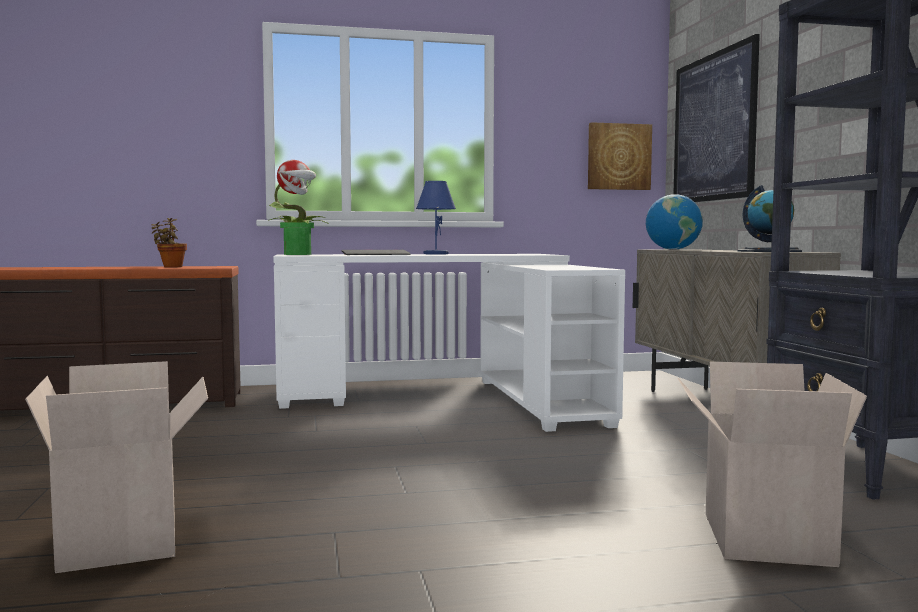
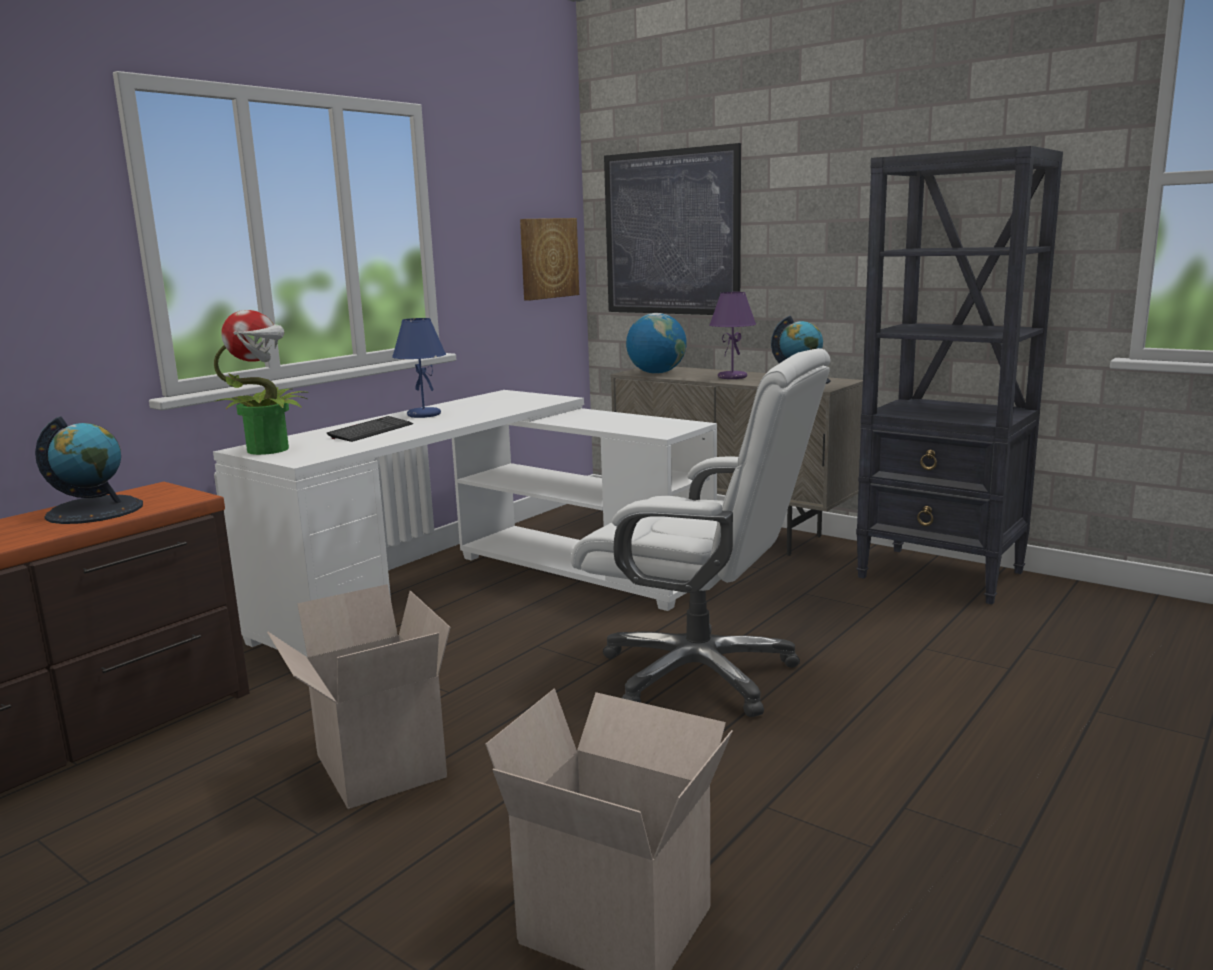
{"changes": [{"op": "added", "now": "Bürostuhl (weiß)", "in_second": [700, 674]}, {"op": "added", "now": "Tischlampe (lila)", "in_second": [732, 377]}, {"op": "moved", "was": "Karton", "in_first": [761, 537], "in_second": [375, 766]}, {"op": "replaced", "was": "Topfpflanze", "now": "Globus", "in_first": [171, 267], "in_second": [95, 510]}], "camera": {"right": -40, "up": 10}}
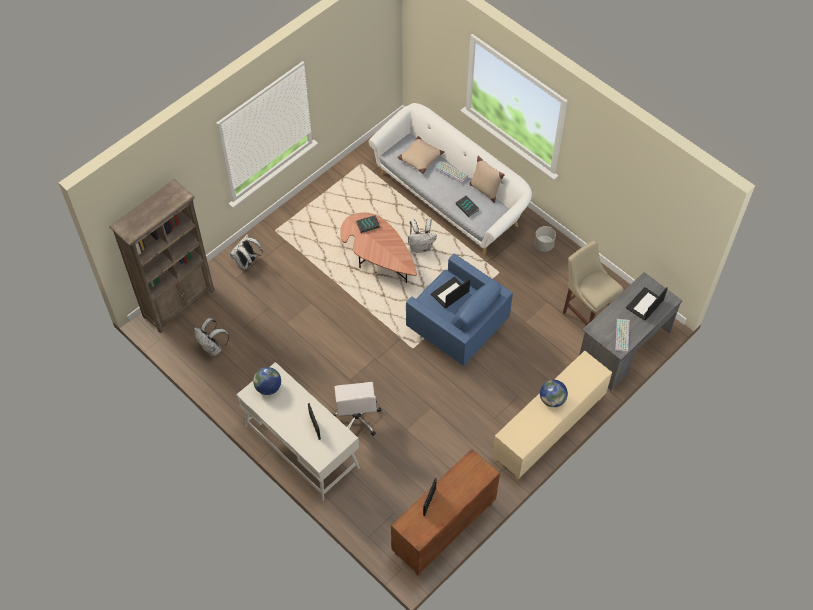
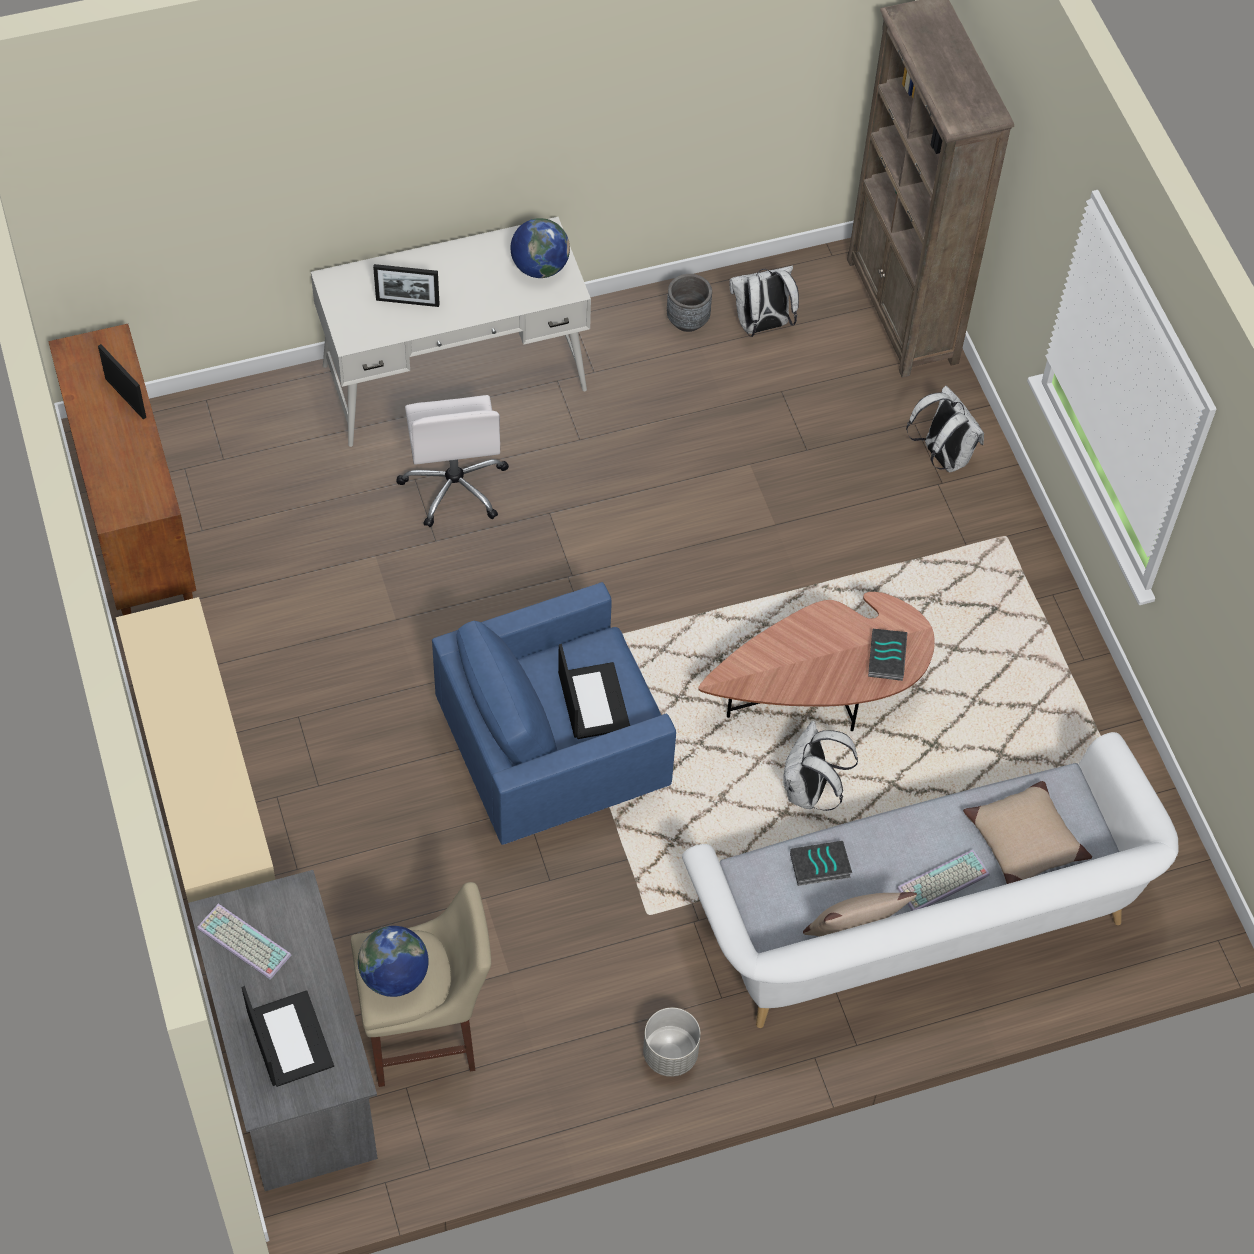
{"changes": [{"op": "added", "now": "Pflanzkübel (grau)", "in_second": [687, 320]}, {"op": "moved", "was": "Globus", "in_first": [552, 399], "in_second": [394, 976]}, {"op": "turned", "was": "Bürostuhl (weiß)", "in_first": [357, 418], "in_second": [455, 486], "clockwise": -120}], "camera": {"right": 115, "up": 0}}
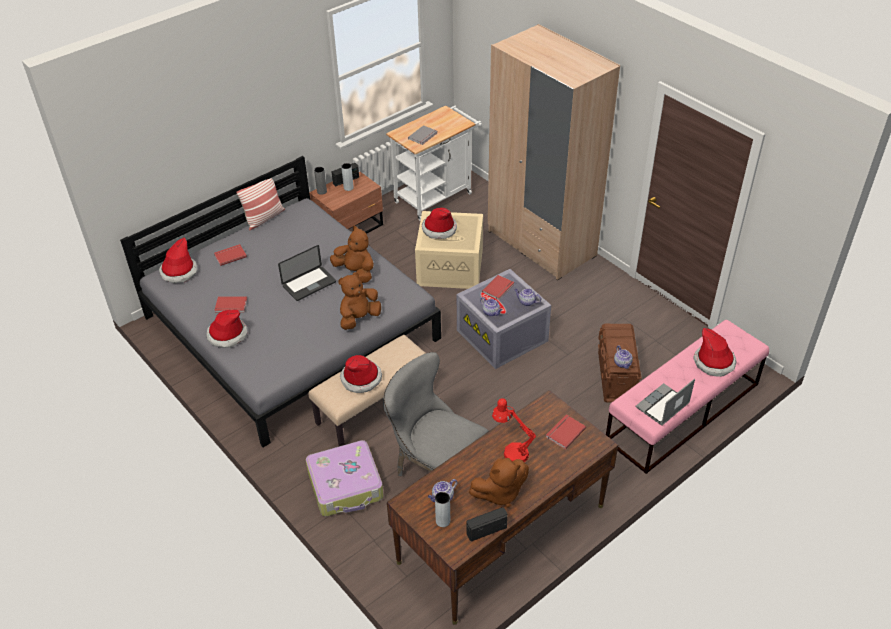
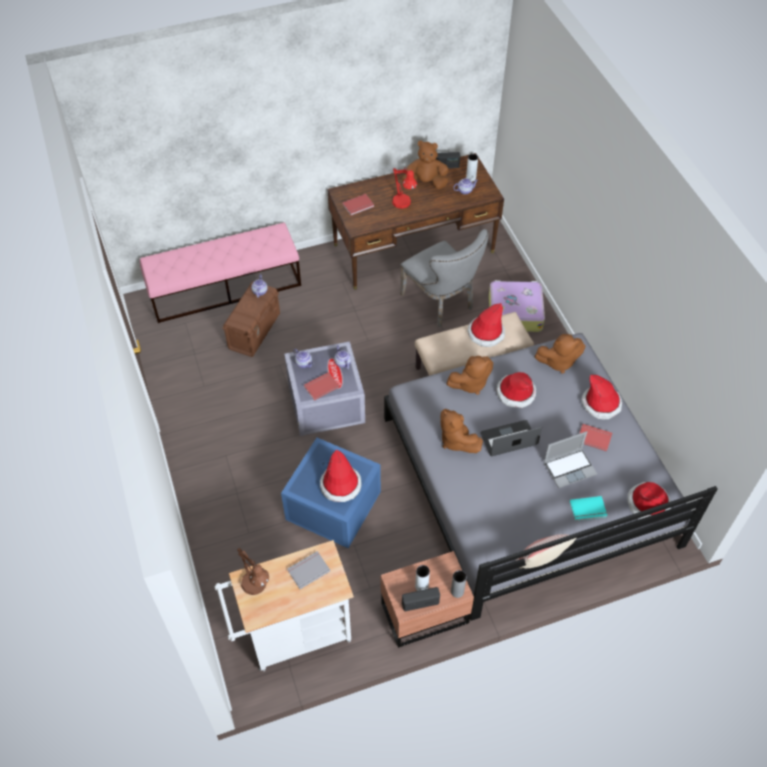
{"changes": [{"op": "removed", "was": "Kleiderschrank (beige)", "in_first": [541, 244]}, {"op": "added", "now": "Tischlampe (braun)", "in_second": [257, 587]}, {"op": "added", "now": "Plüschtier (braun)", "in_second": [558, 361]}, {"op": "moved", "was": "Laptop", "in_first": [662, 406], "in_second": [569, 468]}, {"op": "moved", "was": "Hut", "in_first": [714, 362], "in_second": [515, 393]}, {"op": "recoloured", "was": "Buch (rot)", "now": "Buch (türkis)", "in_first": [230, 255], "in_second": [588, 510]}, {"op": "recoloured", "was": "Aufbewahrungsbox (beige)", "now": "Aufbewahrungsbox (blau)", "in_first": [451, 266], "in_second": [331, 506]}], "camera": {"right": -160, "up": 10}}
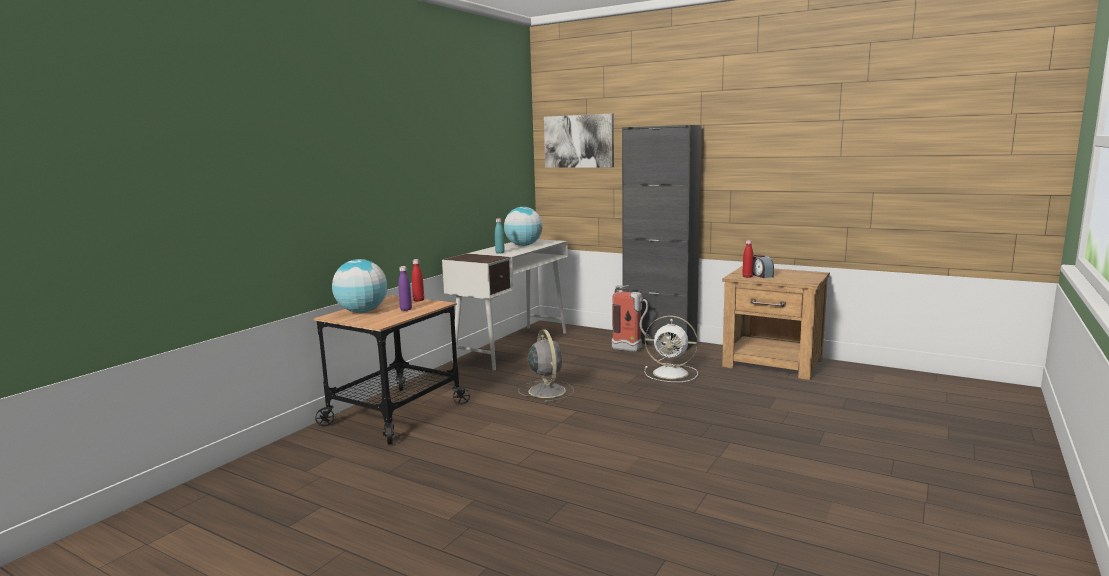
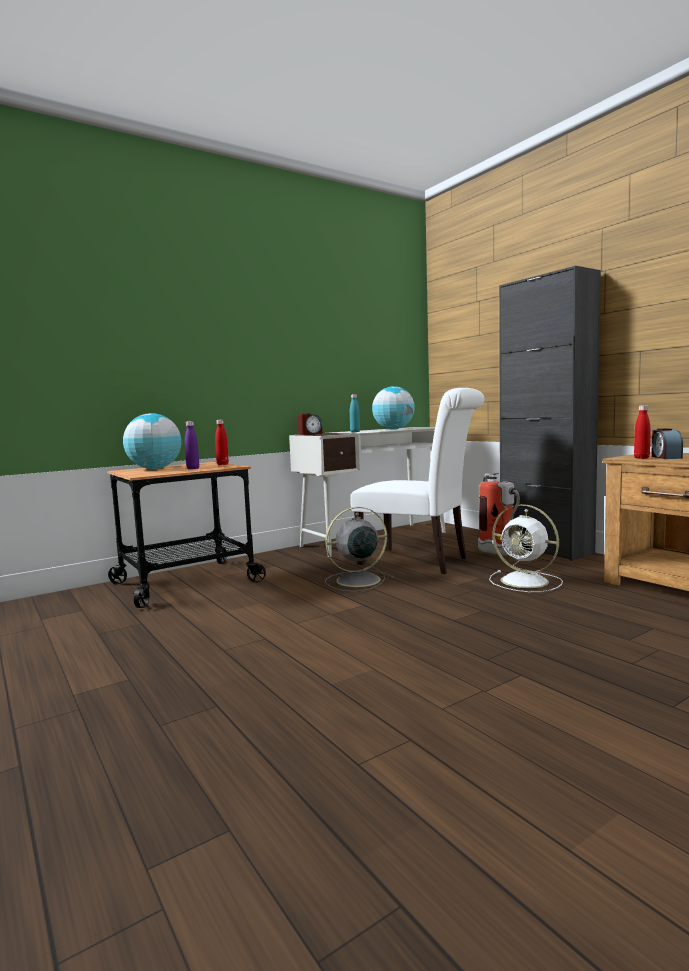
{"changes": [{"op": "removed", "was": "Bild", "in_first": [579, 141]}, {"op": "added", "now": "Wecker", "in_second": [309, 434]}, {"op": "added", "now": "Stuhl (weiß)", "in_second": [420, 561]}, {"op": "turned", "was": "Ventilator (grau)", "in_first": [546, 390], "in_second": [356, 581], "clockwise": -120}], "camera": {"right": 25, "up": -5}}
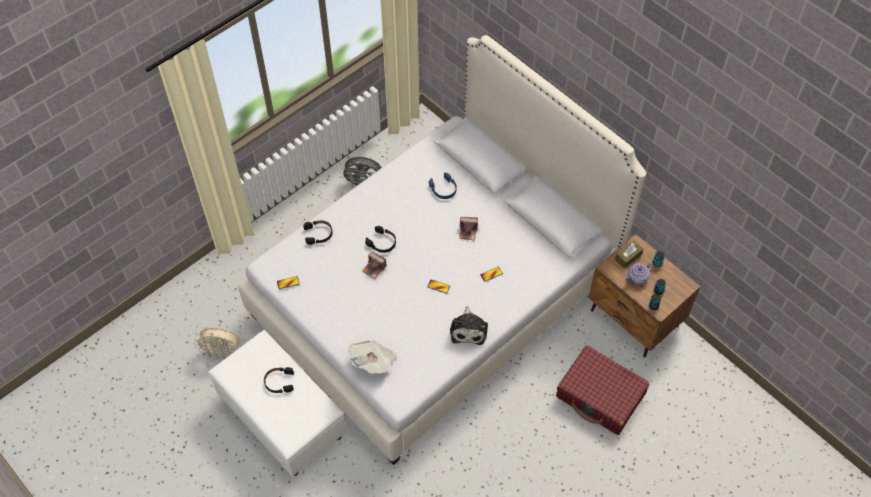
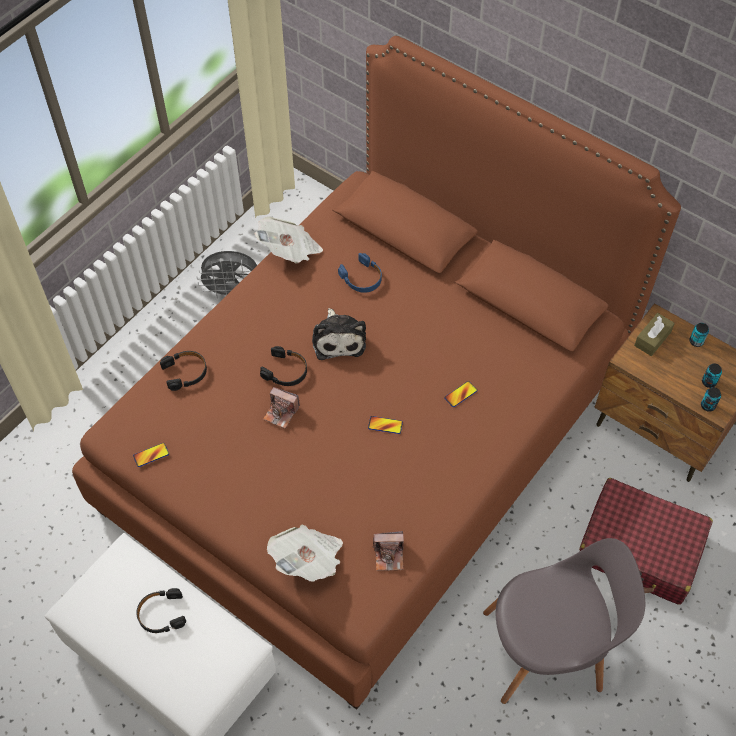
{"changes": [{"op": "removed", "was": "Ventilator (beige)", "in_first": [223, 353]}, {"op": "removed", "was": "Teekanne", "in_first": [637, 278]}, {"op": "added", "now": "Zeitung", "in_second": [290, 251]}, {"op": "added", "now": "Stuhl (grau)", "in_second": [548, 649]}, {"op": "moved", "was": "Plüschtier", "in_first": [468, 329], "in_second": [338, 338]}, {"op": "moved", "was": "Kamera", "in_first": [468, 232], "in_second": [389, 555]}, {"op": "recoloured", "was": "Bett (weiß)", "now": "Bett (braun)", "in_first": [435, 294], "in_second": [367, 436]}], "camera": {"right": -10, "up": 0}}
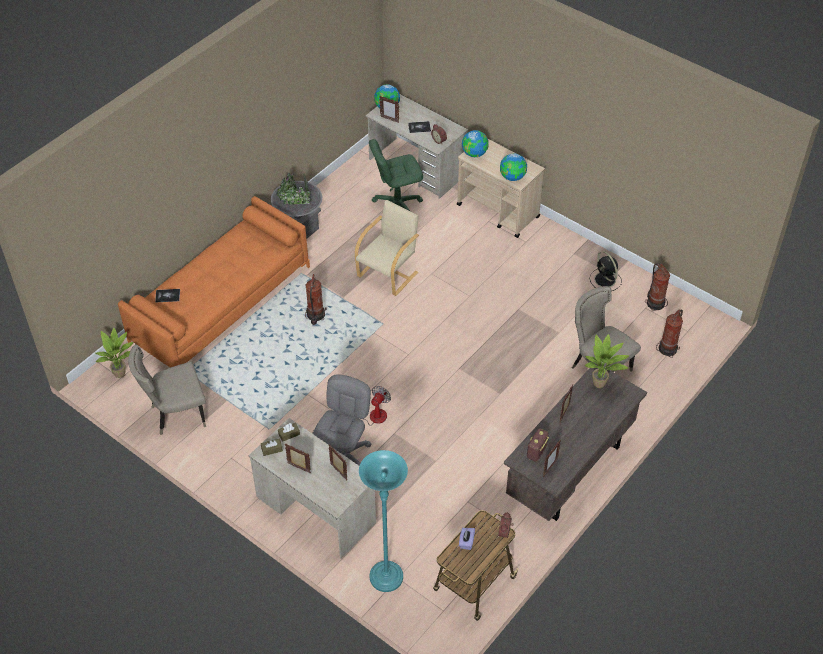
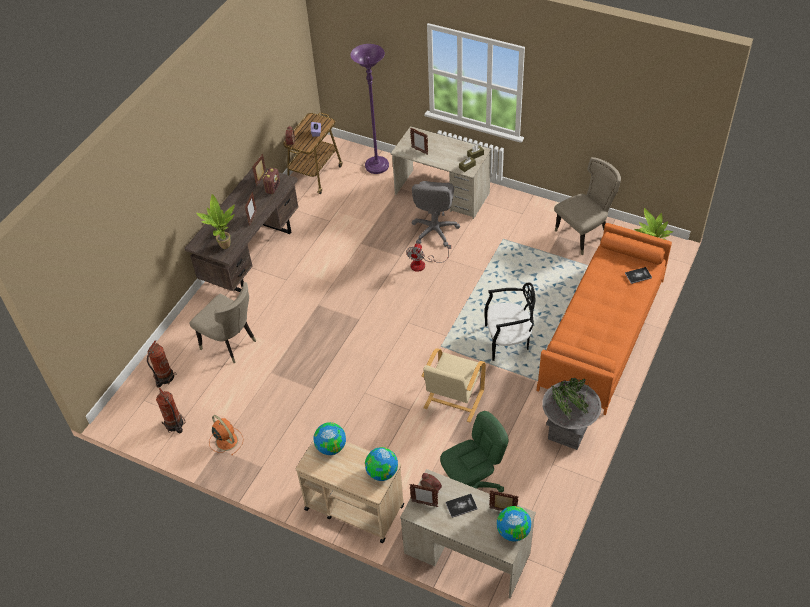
{"changes": [{"op": "moved", "was": "Bilderrahmen", "in_first": [299, 468], "in_second": [424, 504]}, {"op": "replaced", "was": "Feuerlöscher", "now": "Stuhl (schwarz)", "in_first": [315, 315], "in_second": [508, 341]}, {"op": "recoloured", "was": "Stehlampe (türkis)", "now": "Stehlampe (lila)", "in_first": [386, 577], "in_second": [377, 166]}, {"op": "recoloured", "was": "Ventilator (schwarz)", "now": "Ventilator (orange)", "in_first": [605, 280], "in_second": [226, 440]}], "camera": {"right": 170, "up": 0}}
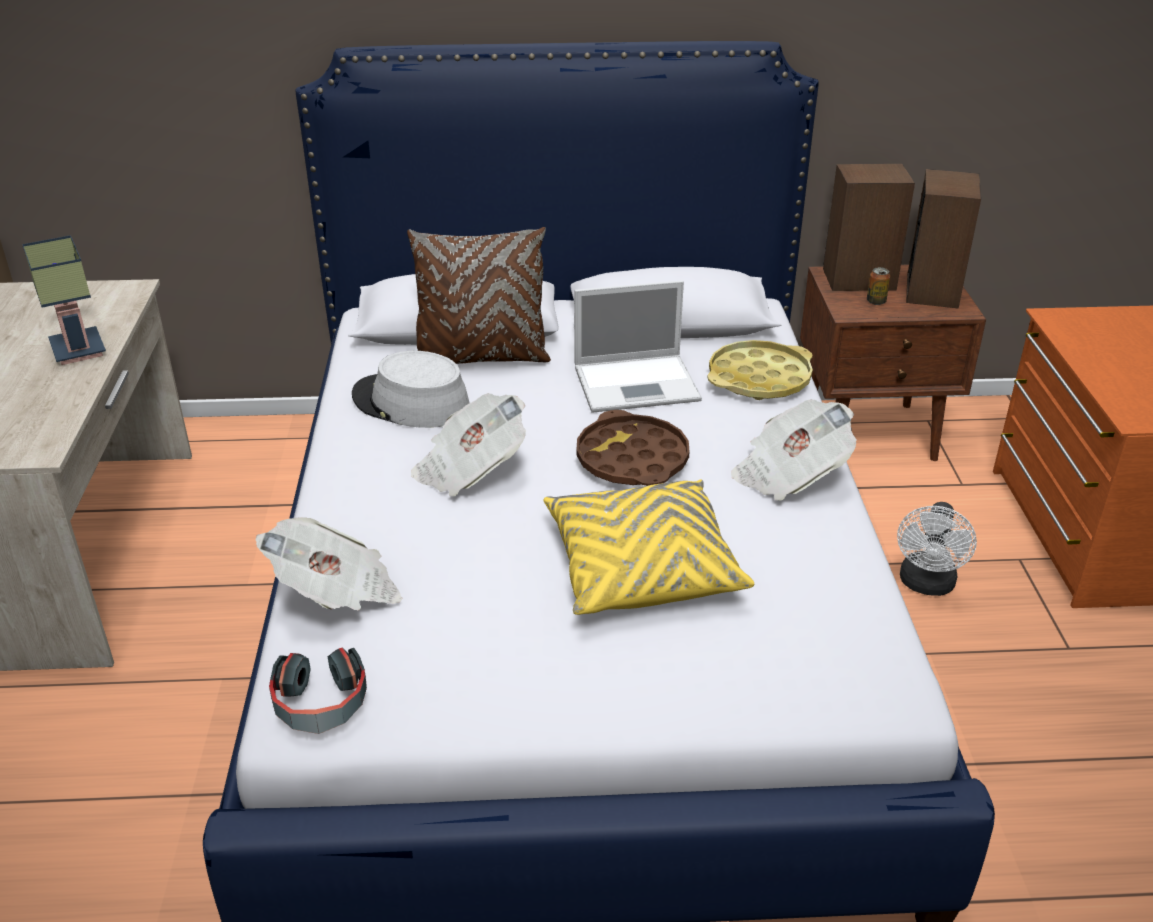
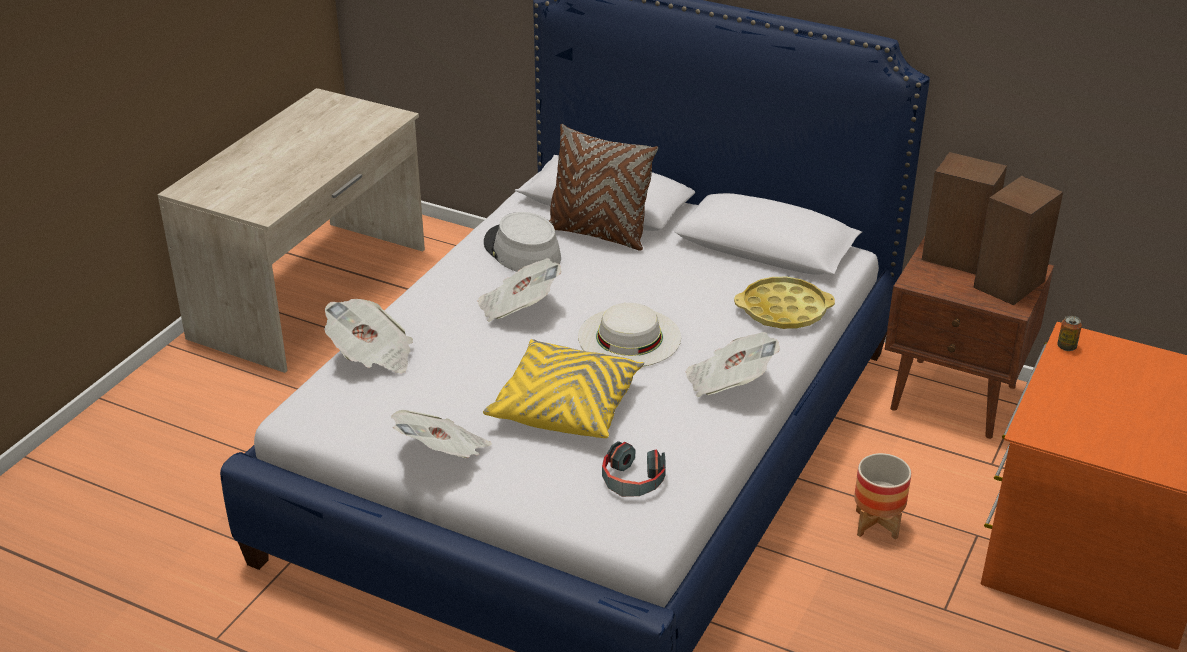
{"changes": [{"op": "removed", "was": "Tischlampe", "in_first": [75, 349]}, {"op": "removed", "was": "Laptop", "in_first": [638, 383]}, {"op": "added", "now": "Zeitung", "in_second": [443, 453]}, {"op": "moved", "was": "Kopfhörer", "in_first": [320, 704], "in_second": [632, 481]}, {"op": "moved", "was": "Dose", "in_first": [876, 301], "in_second": [1066, 347]}, {"op": "replaced", "was": "Tablett (braun)", "now": "Hut (weiß)", "in_first": [632, 459], "in_second": [629, 337]}, {"op": "replaced", "was": "Ventilator (weiß)", "now": "Pflanzkübel", "in_first": [926, 585], "in_second": [876, 524]}], "camera": {"right": 30, "up": 0}}
